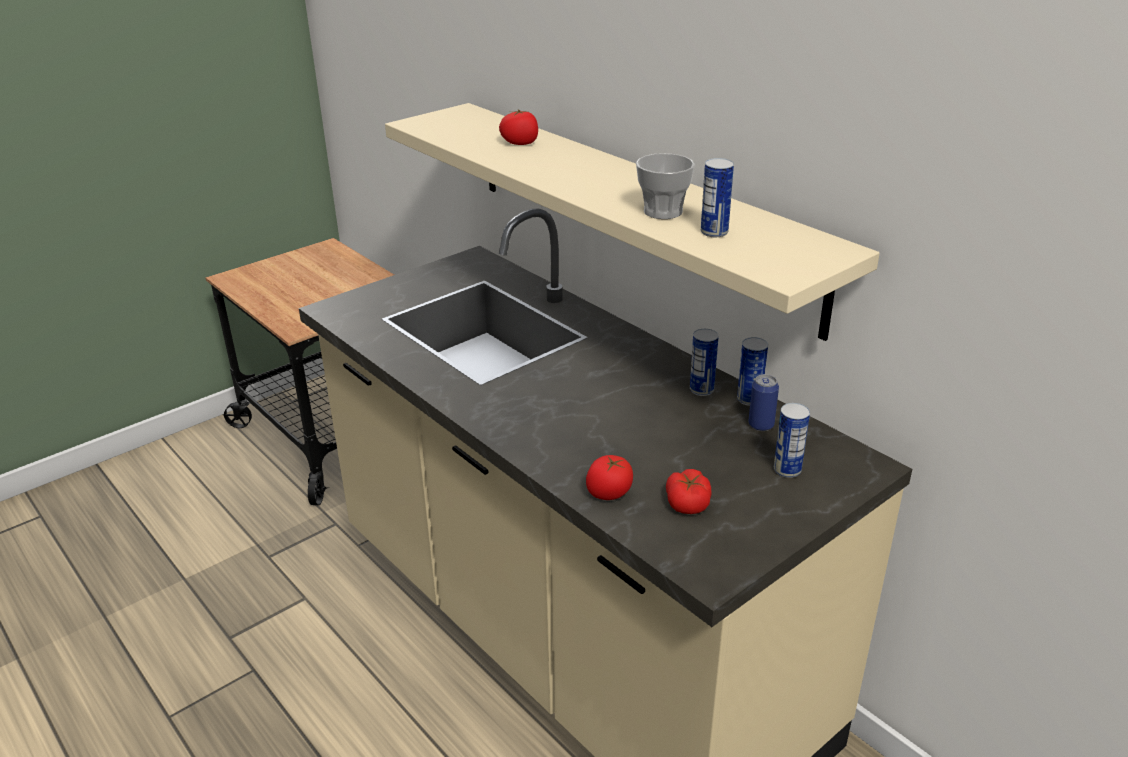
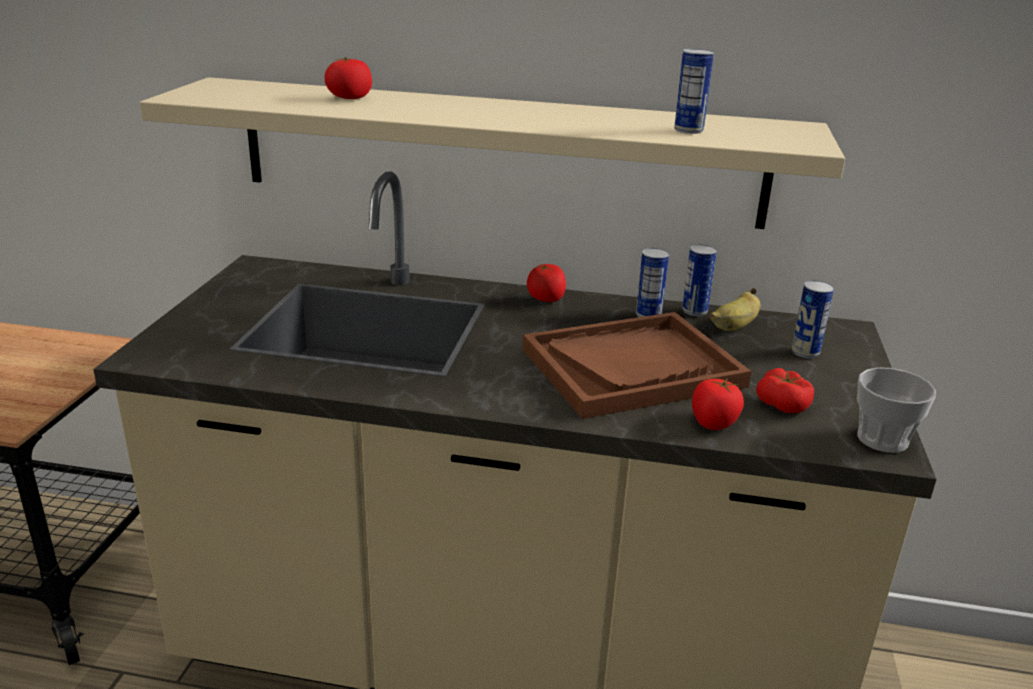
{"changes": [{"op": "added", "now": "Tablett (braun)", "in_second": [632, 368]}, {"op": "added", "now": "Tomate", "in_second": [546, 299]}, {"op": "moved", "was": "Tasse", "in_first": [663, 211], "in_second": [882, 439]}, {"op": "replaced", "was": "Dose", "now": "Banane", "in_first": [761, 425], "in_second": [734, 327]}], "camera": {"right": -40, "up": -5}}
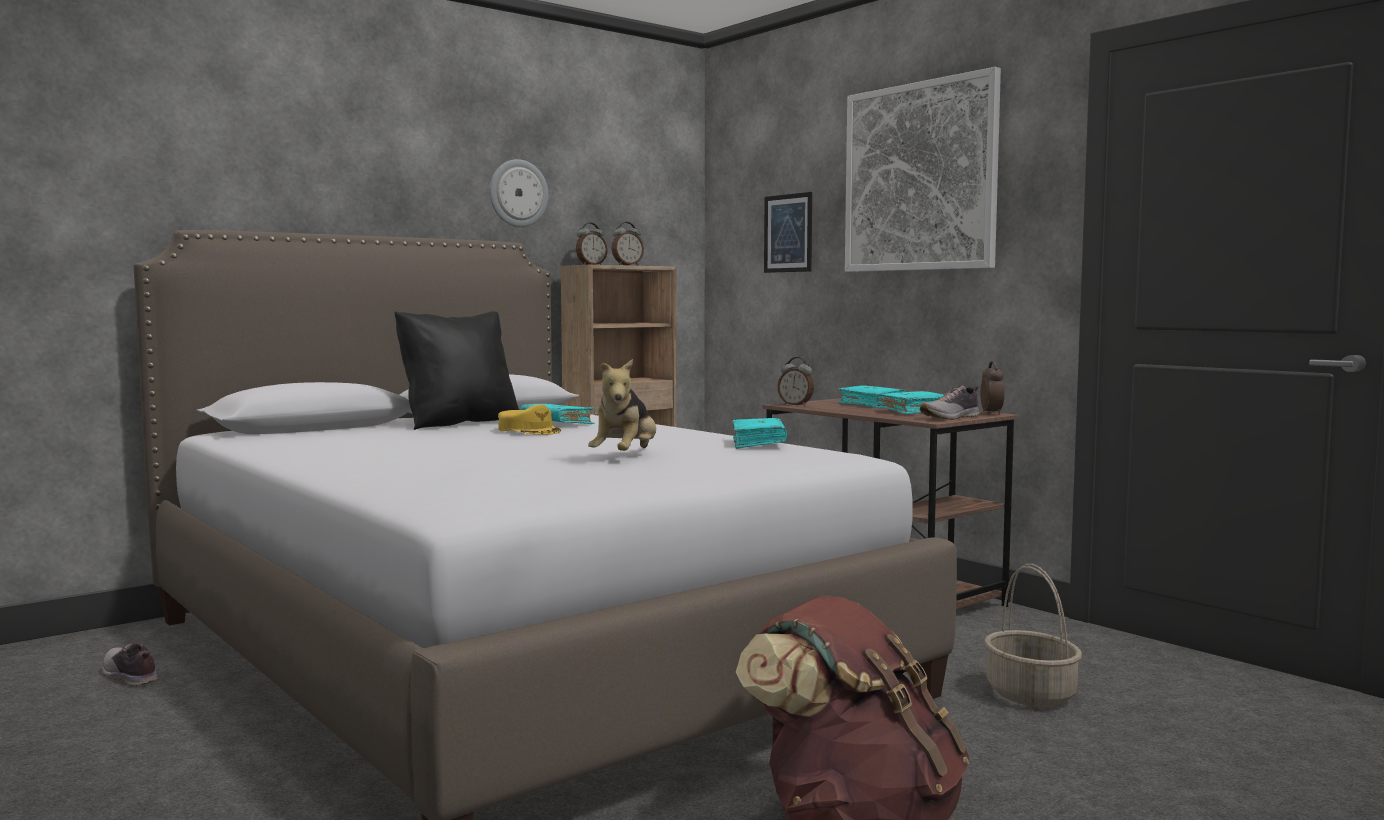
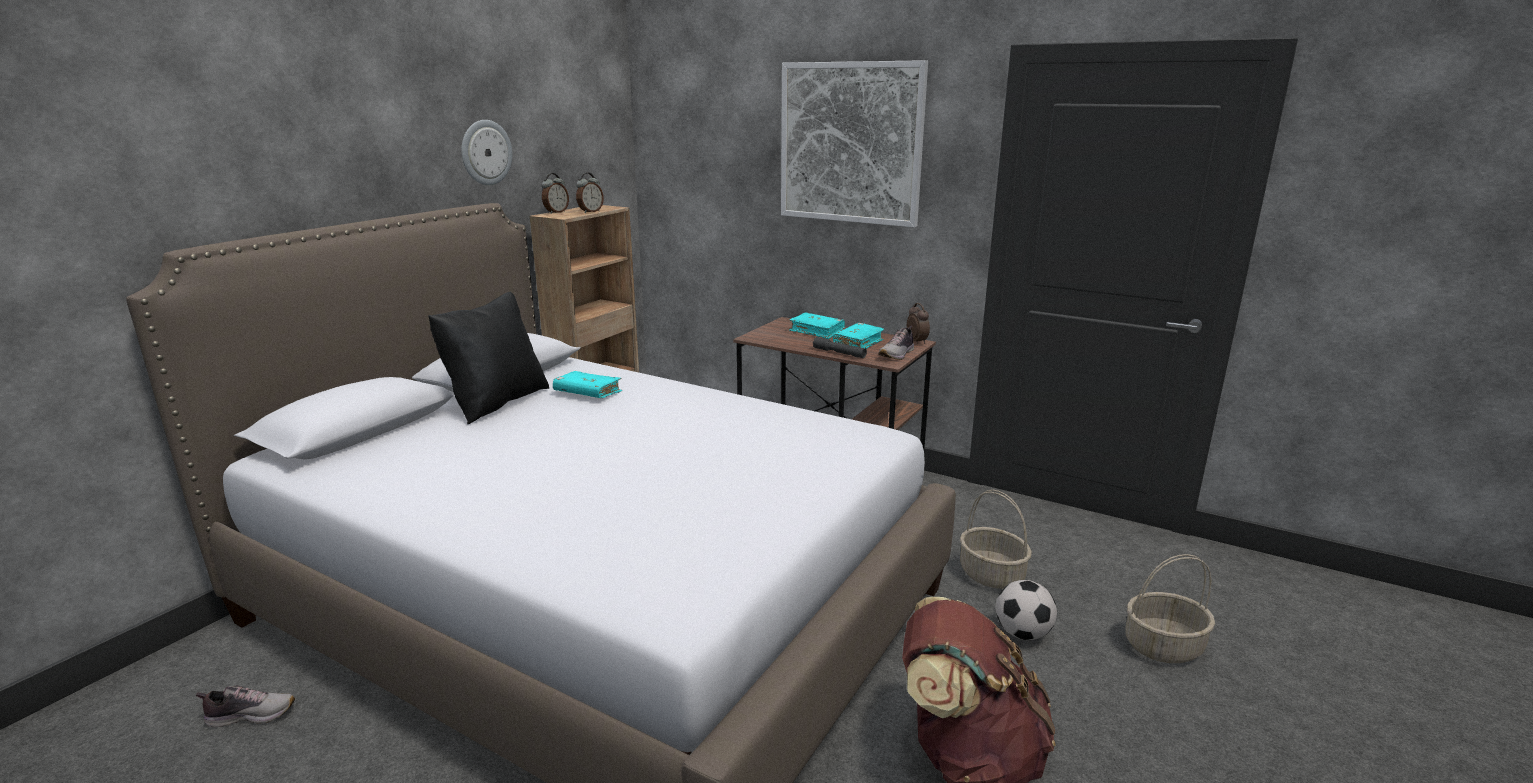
{"changes": [{"op": "removed", "was": "Kappe (gelb)", "in_first": [529, 431]}, {"op": "removed", "was": "Plüschtier", "in_first": [625, 457]}, {"op": "removed", "was": "Buch (türkis)", "in_first": [758, 443]}, {"op": "removed", "was": "Bild", "in_first": [788, 233]}, {"op": "removed", "was": "Wecker", "in_first": [796, 405]}, {"op": "added", "now": "Taschenlampe (grau)", "in_second": [839, 353]}, {"op": "added", "now": "Fußball", "in_second": [1022, 633]}, {"op": "added", "now": "Korb", "in_second": [1163, 646]}, {"op": "turned", "was": "Schuh", "in_first": [129, 677], "in_second": [251, 715], "clockwise": 150}], "camera": {"right": -20, "up": 15}}
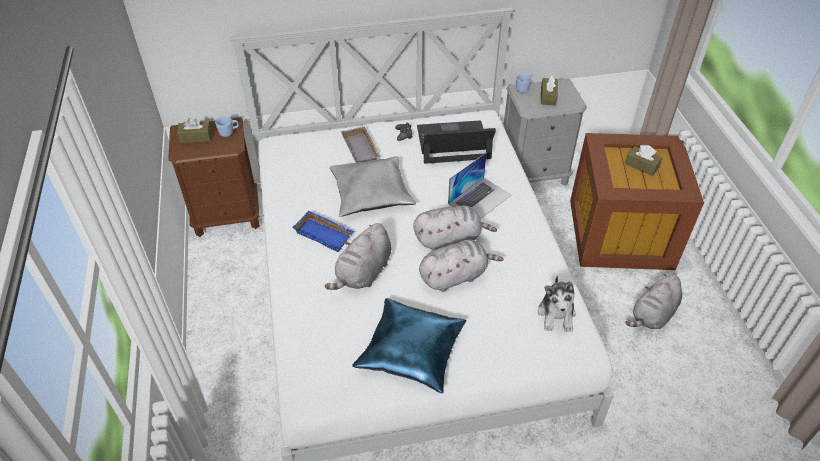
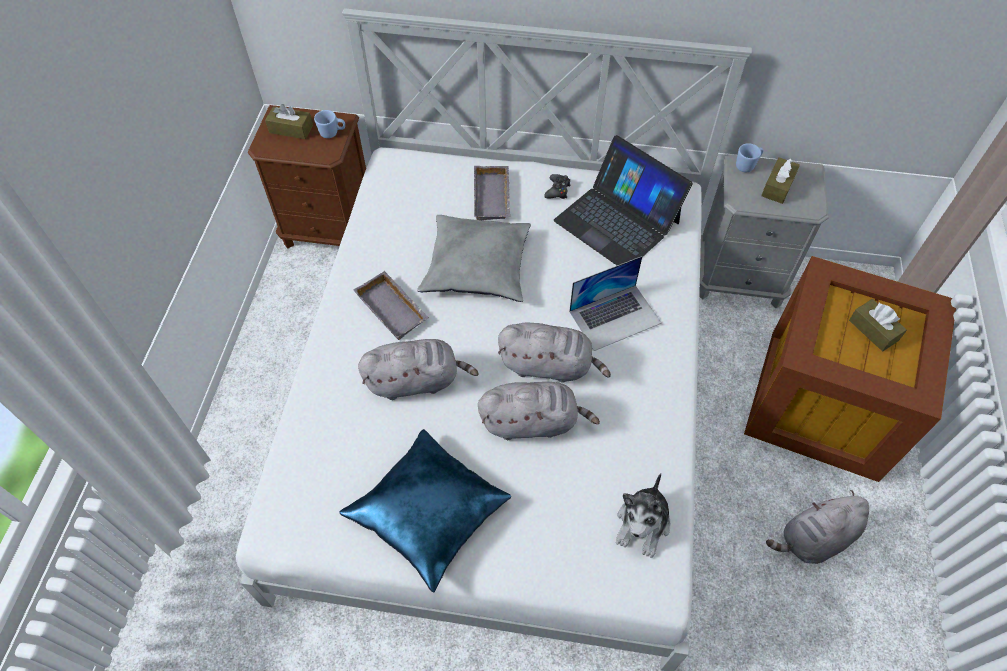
{"changes": [{"op": "recoloured", "was": "Tablett (blau)", "now": "Tablett (grau)", "in_first": [325, 234], "in_second": [394, 309]}, {"op": "turned", "was": "Plüschtier (grau)", "in_first": [363, 273], "in_second": [416, 380], "clockwise": -150}, {"op": "turned", "was": "Laptop", "in_first": [453, 143], "in_second": [617, 221], "clockwise": -150}], "camera": {"right": 20, "up": 10}}
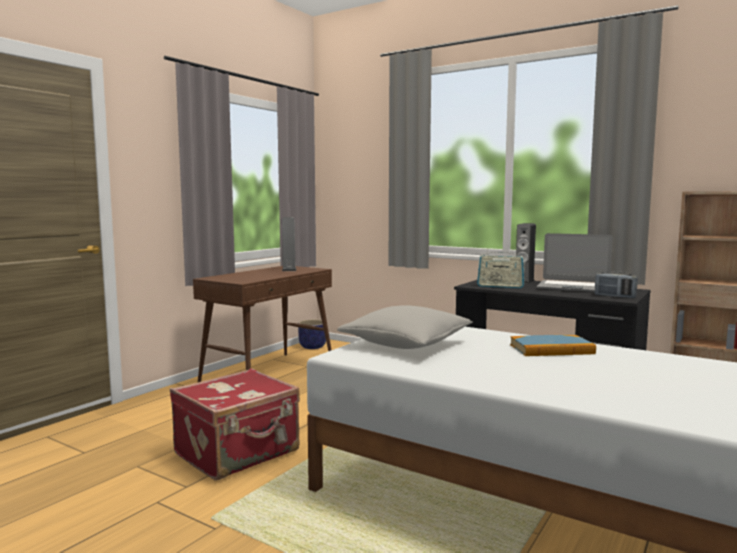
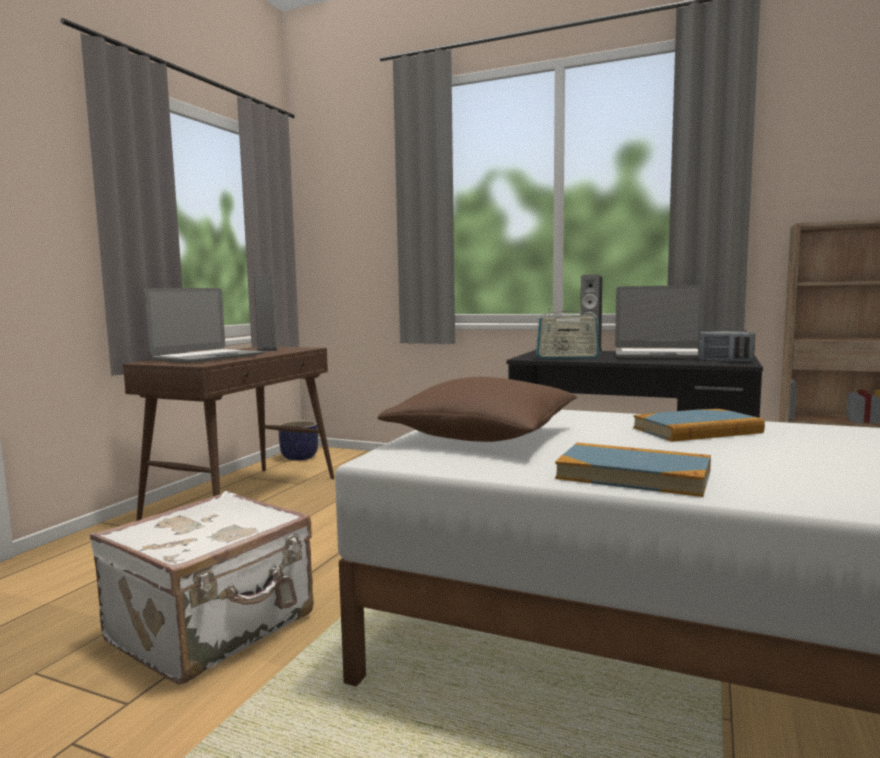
{"changes": [{"op": "added", "now": "Laptop", "in_second": [208, 358]}, {"op": "added", "now": "Buch", "in_second": [633, 475]}, {"op": "recoloured", "was": "Koffer (rot)", "now": "Koffer (weiß)", "in_first": [238, 453], "in_second": [214, 628]}, {"op": "recoloured", "was": "Kissen (grau)", "now": "Kissen (braun)", "in_first": [406, 344], "in_second": [483, 436]}], "camera": {"right": -10, "up": 0}}
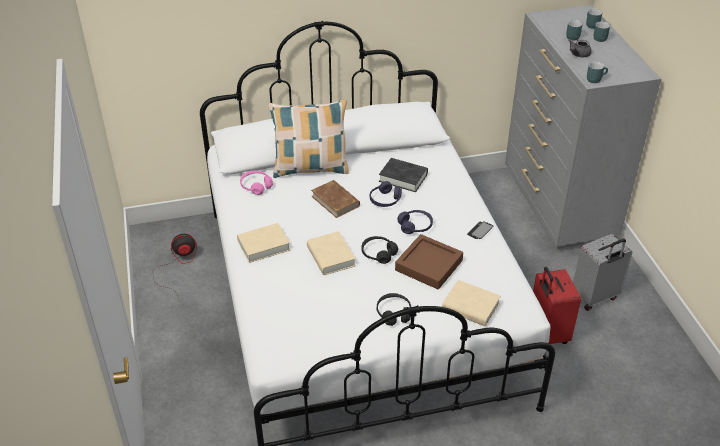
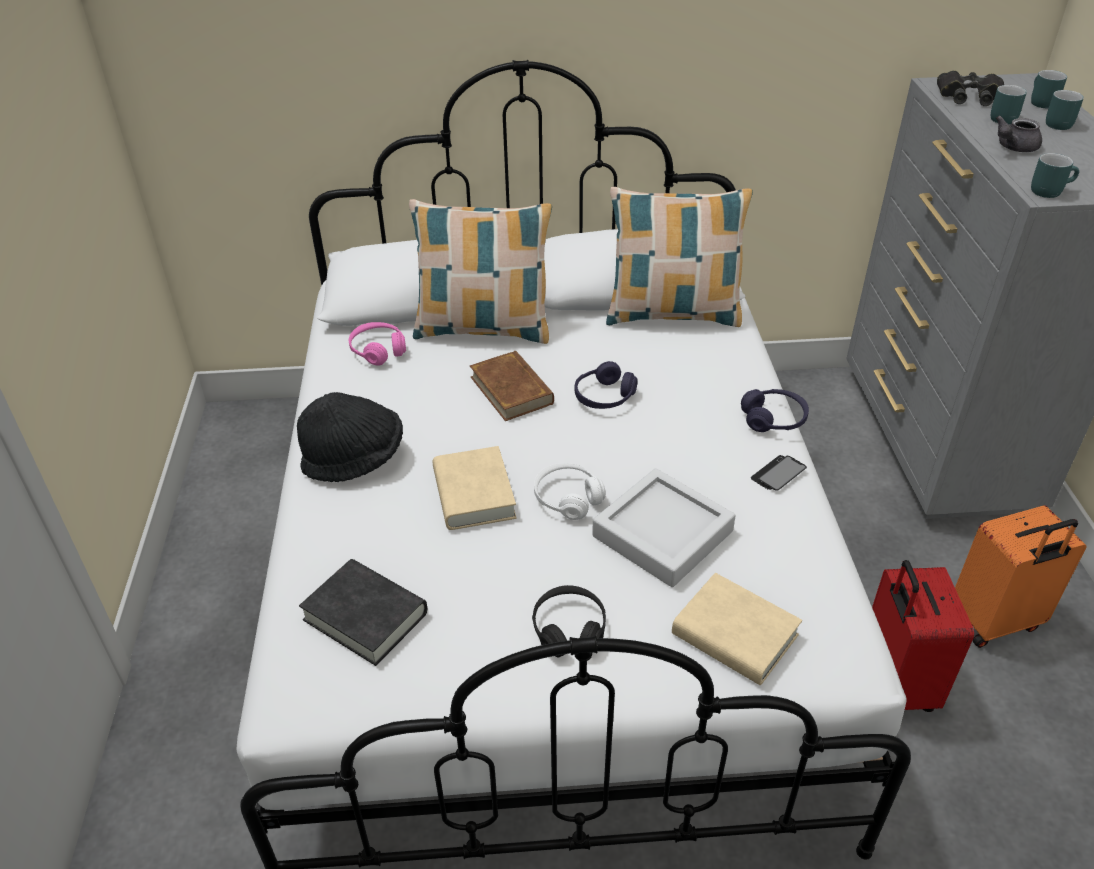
{"changes": [{"op": "removed", "was": "Ventilator", "in_first": [178, 265]}, {"op": "added", "now": "Kissen", "in_second": [672, 314]}, {"op": "added", "now": "Fernglas (schwarz)", "in_second": [969, 96]}, {"op": "moved", "was": "Buch (schwarz)", "in_first": [403, 178], "in_second": [365, 616]}, {"op": "moved", "was": "Kopfhörer (lila)", "in_first": [415, 226], "in_second": [773, 419]}, {"op": "replaced", "was": "Buch (beige)", "now": "Hut (schwarz)", "in_first": [263, 246], "in_second": [355, 459]}, {"op": "recoloured", "was": "Kopfhörer (schwarz)", "now": "Kopfhörer (weiß)", "in_first": [378, 254], "in_second": [567, 498]}, {"op": "recoloured", "was": "Tablett (braun)", "now": "Tablett (grau)", "in_first": [428, 265], "in_second": [662, 534]}, {"op": "recoloured", "was": "Koffer (grau)", "now": "Koffer (orange)", "in_first": [595, 297], "in_second": [995, 622]}], "camera": {"right": 10, "up": 0}}
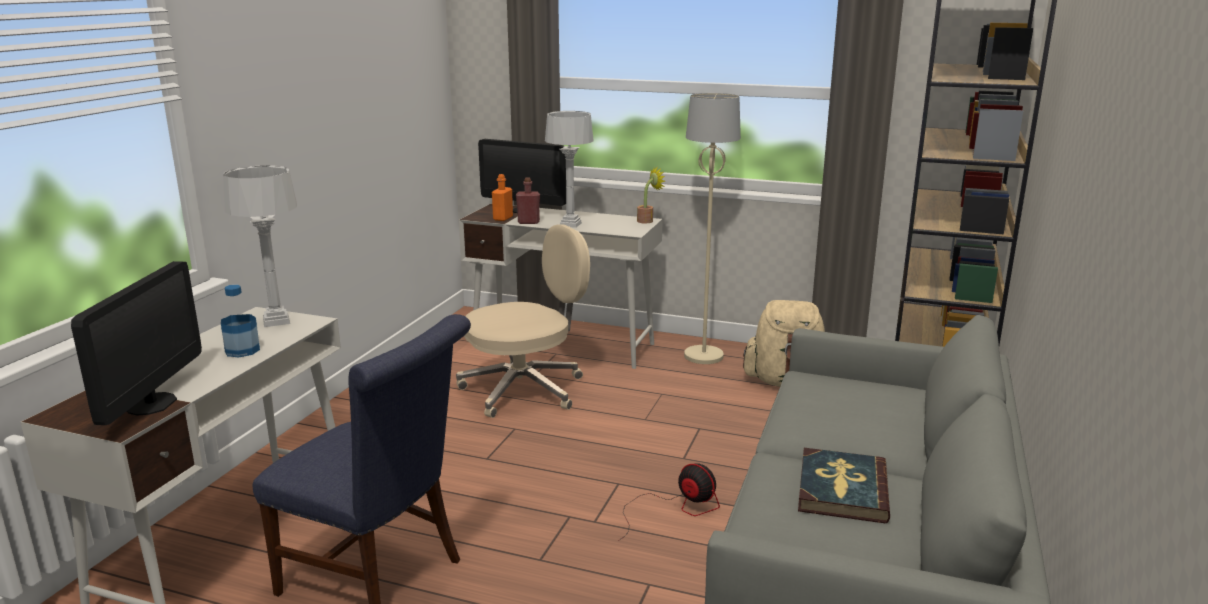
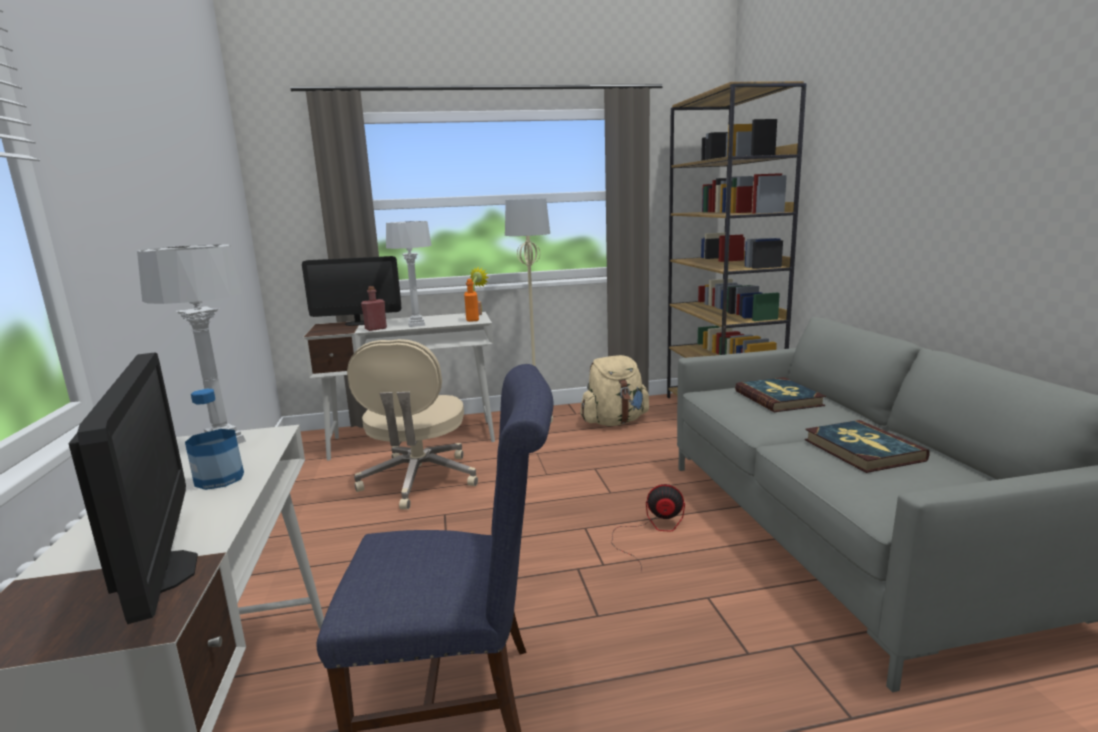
{"changes": [{"op": "added", "now": "Buch", "in_second": [779, 398]}, {"op": "moved", "was": "Flasche (orange)", "in_first": [503, 218], "in_second": [472, 319]}, {"op": "turned", "was": "Bürostuhl (beige)", "in_first": [525, 389], "in_second": [419, 481], "clockwise": 150}], "camera": {"right": -30, "up": -5}}
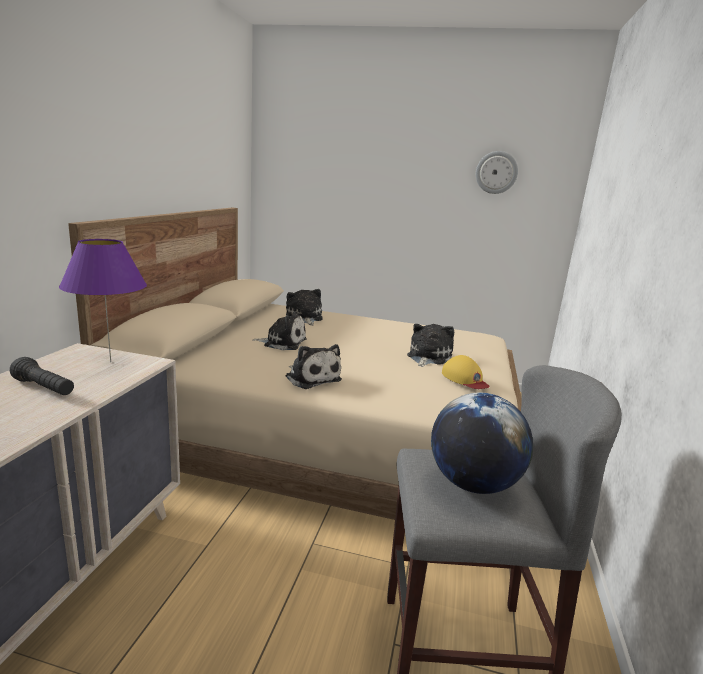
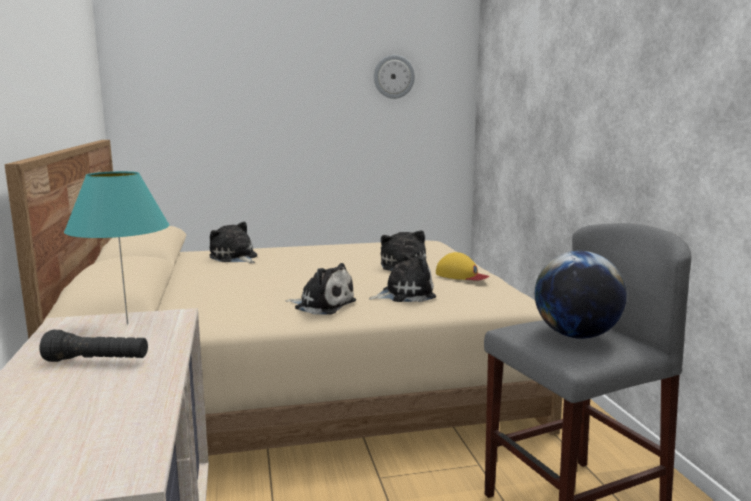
{"changes": [{"op": "moved", "was": "Plüschtier", "in_first": [282, 342], "in_second": [404, 294]}, {"op": "recoloured", "was": "Tischlampe (lila)", "now": "Tischlampe (türkis)", "in_first": [111, 362], "in_second": [128, 324]}], "camera": {"right": -25, "up": -5}}
